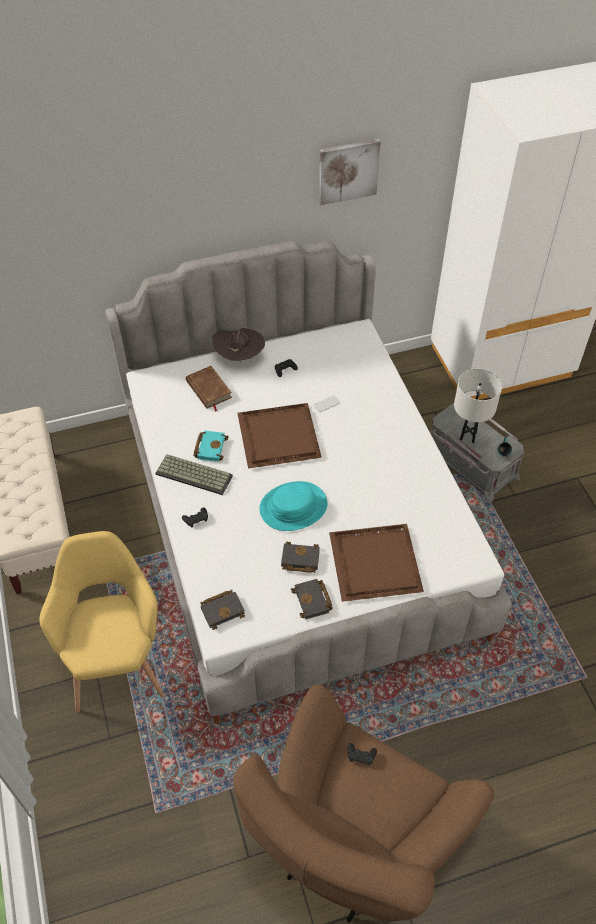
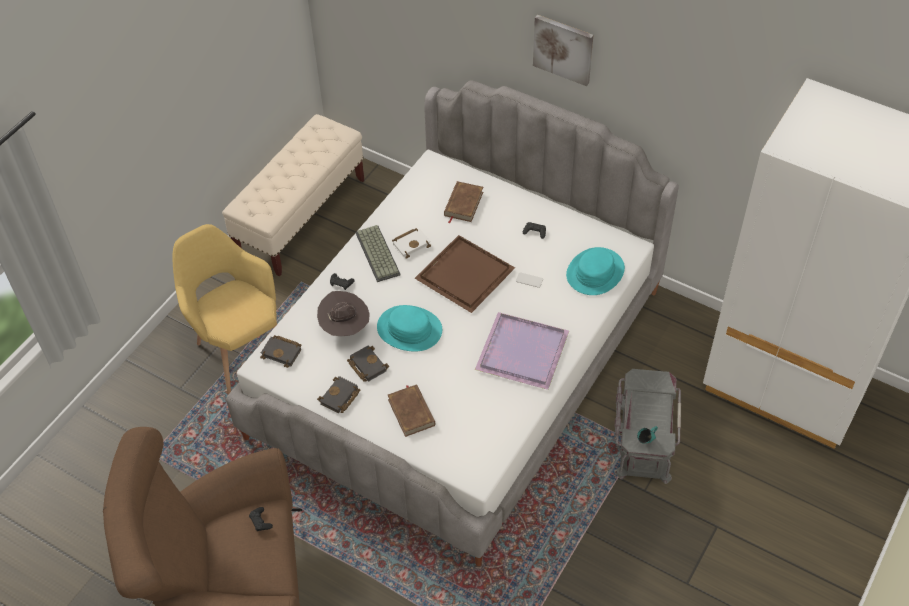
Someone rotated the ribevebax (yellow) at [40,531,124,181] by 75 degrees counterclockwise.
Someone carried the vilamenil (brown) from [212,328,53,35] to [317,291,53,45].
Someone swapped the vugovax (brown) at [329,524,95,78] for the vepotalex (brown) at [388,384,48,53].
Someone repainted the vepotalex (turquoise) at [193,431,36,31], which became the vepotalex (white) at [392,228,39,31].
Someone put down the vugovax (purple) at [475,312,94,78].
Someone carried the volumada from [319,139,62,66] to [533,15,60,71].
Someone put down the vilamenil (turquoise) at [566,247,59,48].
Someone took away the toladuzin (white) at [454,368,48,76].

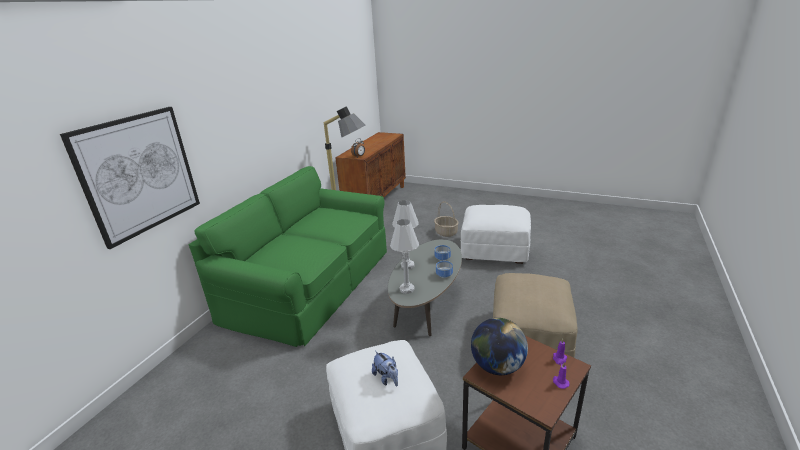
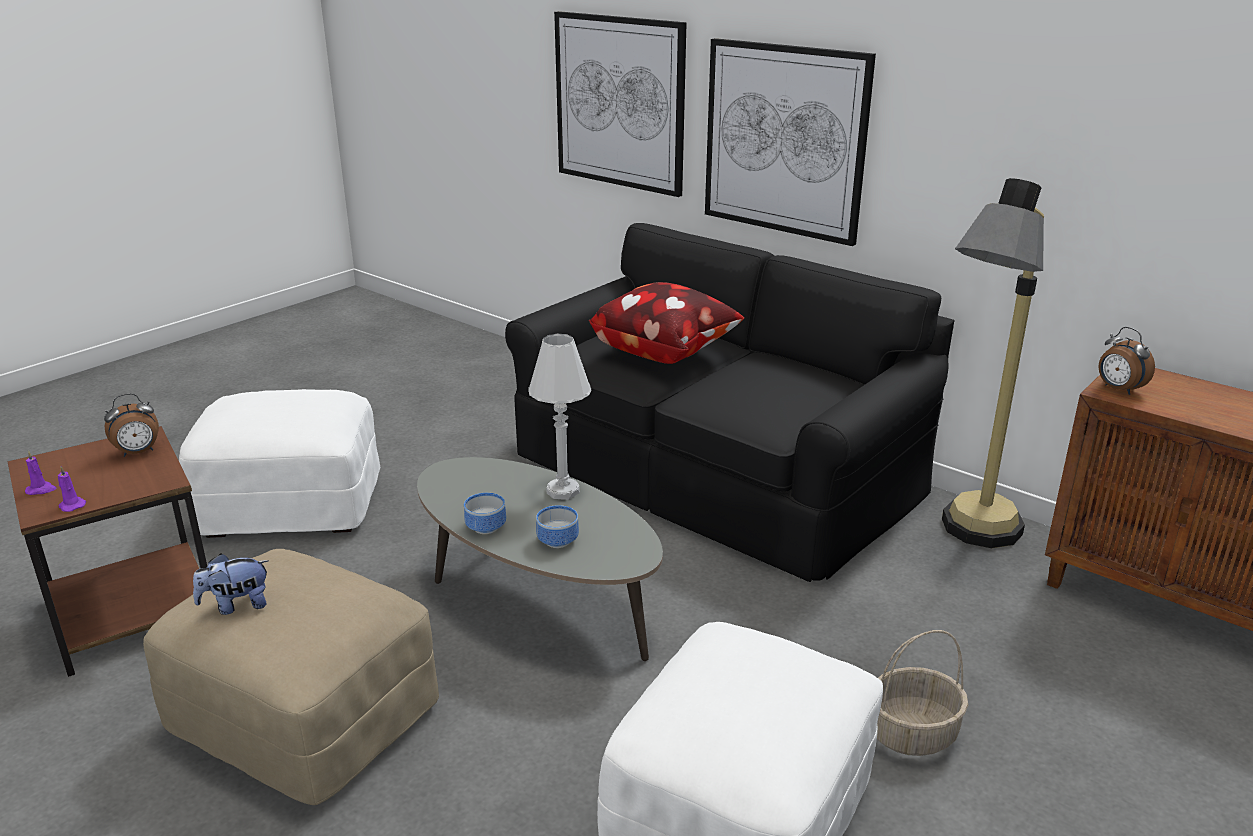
Someone swapped the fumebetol at [471,318,57,57] for the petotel at [104,393,55,64].
Someone carried the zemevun from [372,351,26,35] to [193,553,75,62].
Someone repainted the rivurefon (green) at [189,166,198,181], which became the rivurefon (black) at [505,223,449,359].
Someone put down the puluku at [589,282,155,82].
Someone put up the volumada at [705,38,171,208].
Someone took away the toladuzin (white) at [390,219,29,75].

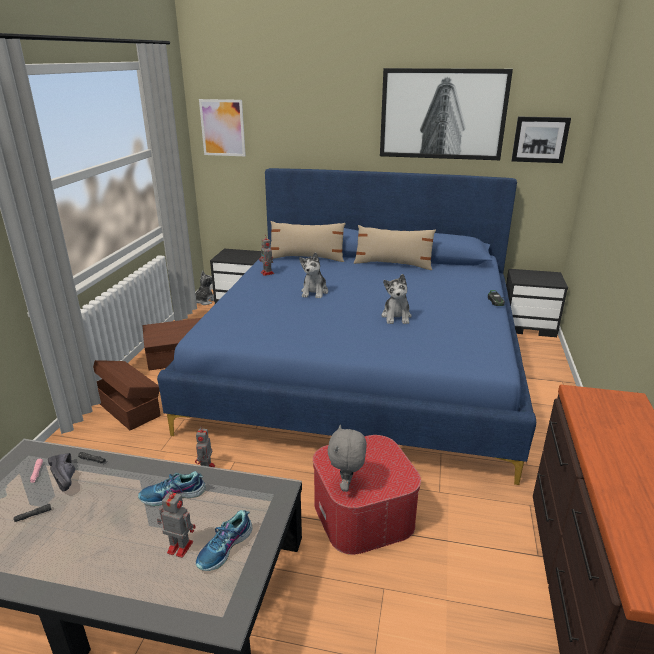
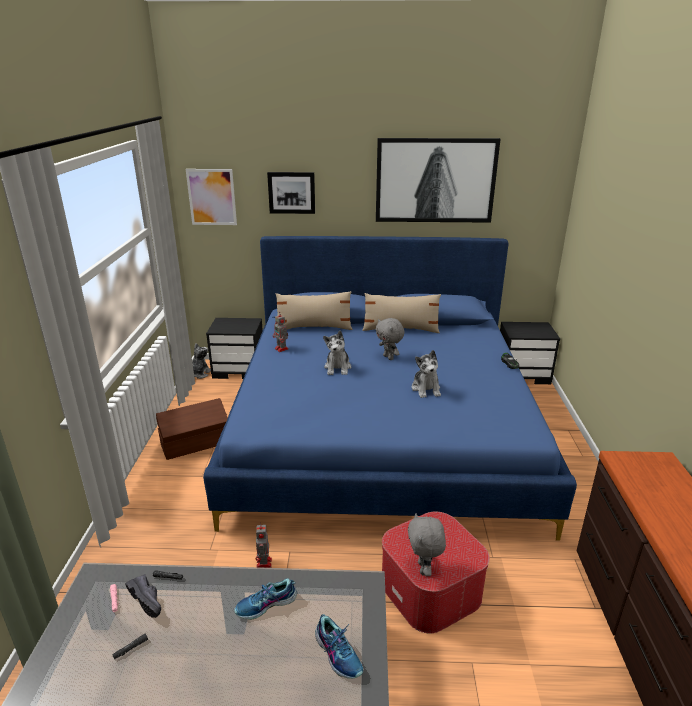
Someone carried the volumada from [511,116,60,47] to [267,172,48,42].
Someone rotated the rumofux at [196,510,56,61] by 60 degrees counterclockwise.
Someone put down the zemevun (grey) at [376,318,29,42].
Someone took away the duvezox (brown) at [93,360,68,70].
Someone took away the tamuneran at [157,489,38,69].

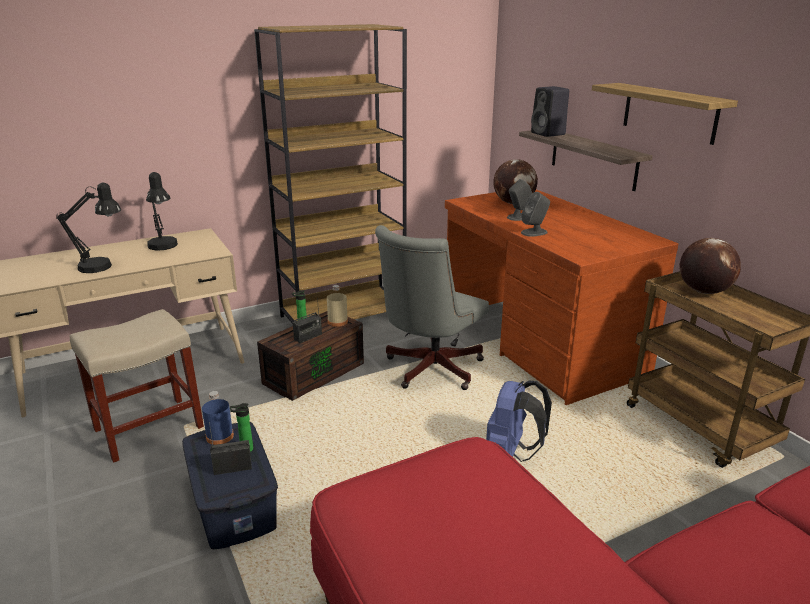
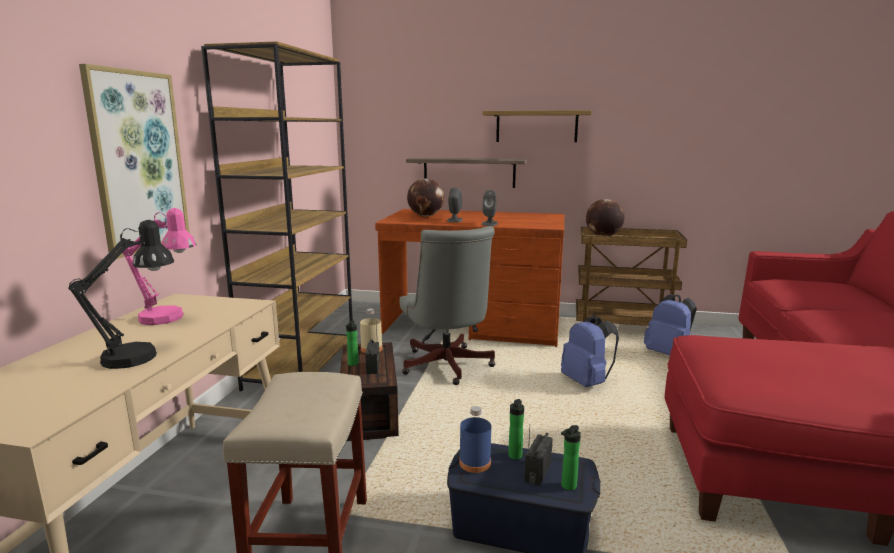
Someone put up the volumada at [79,64,111,195].
Someone repainted the toladuzin (black) at [146,172,32,78], which became the toladuzin (pink) at [122,208,75,117].
Someone put down the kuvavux at [561,425,20,66].
Someone put down the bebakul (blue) at [644,294,53,61].
Someone took away the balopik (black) at [531,86,38,51].

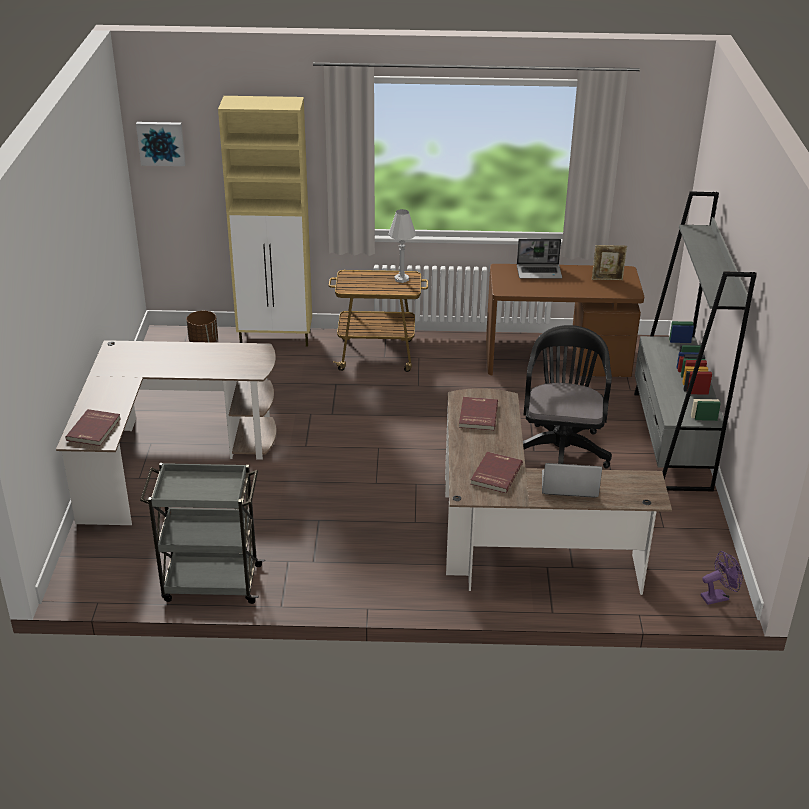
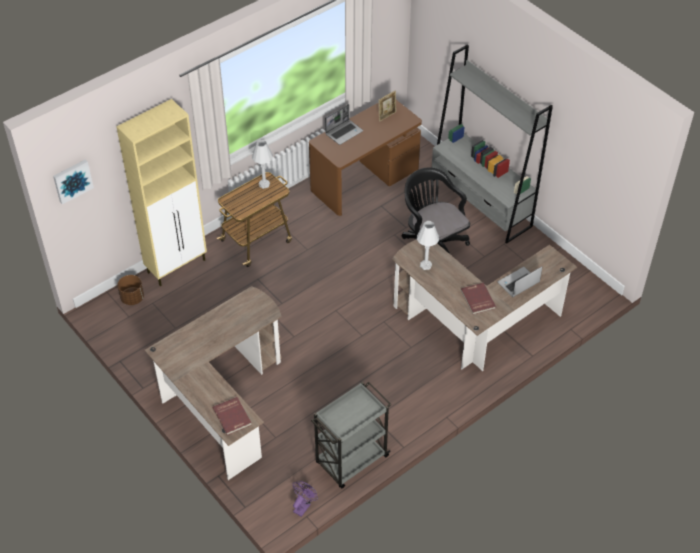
Someone carried the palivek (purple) from [701,551,42,54] to [292,481,26,36].
Someone swapped the vepotalex (red) at [459,397,39,34] for the toladuzin (white) at [417,221,22,49].

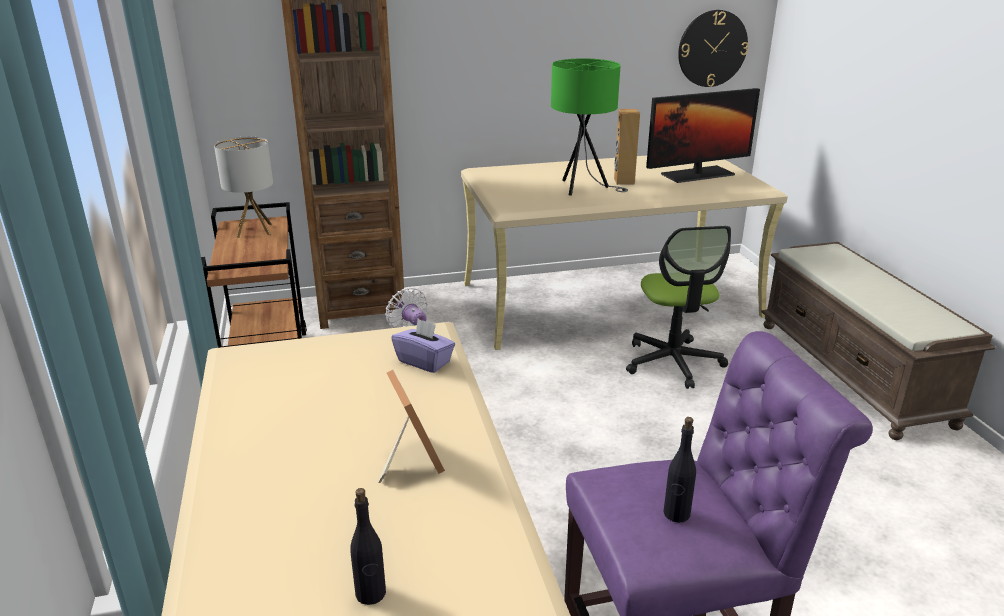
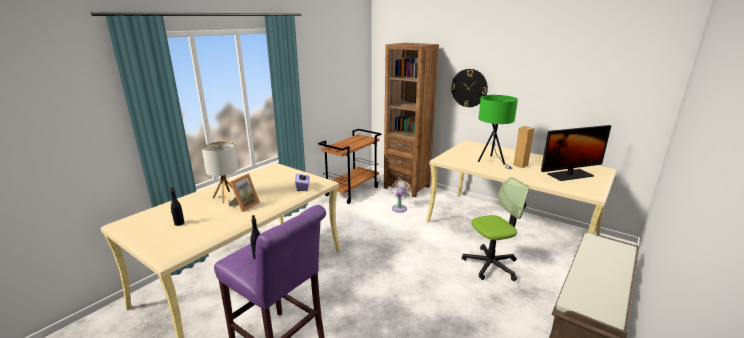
Someone carried the toladuzin from [214,137,59,101] to [202,141,36,62].
Someone carried the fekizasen from [678,10,70,77] to [451,69,37,38].
Someone rotated the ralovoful at [626,226,105,163] by 150 degrees counterclockwise.
Someone rotated the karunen at [646,88,114,95] by 45 degrees counterclockwise.

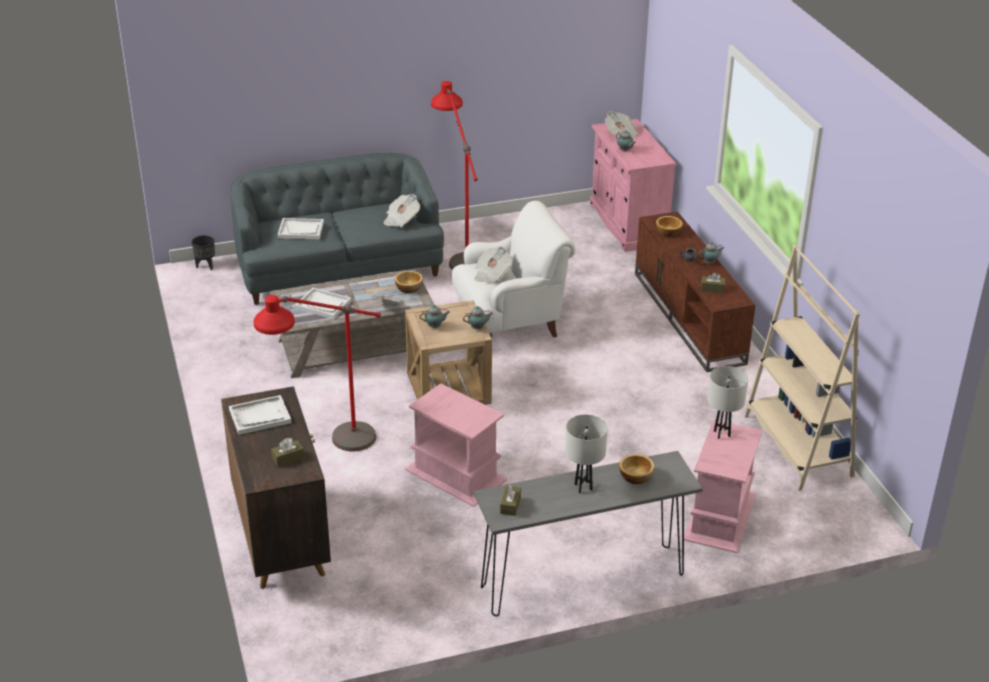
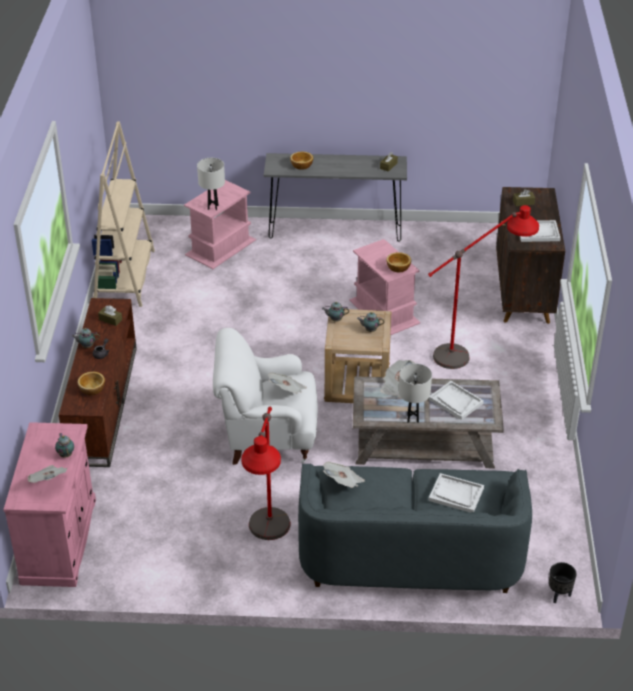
Someone carried the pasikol from [395,271,28,22] to [386,252,25,21].
Someone carried the toladuzin (white) from [565,414,43,79] to [399,363,33,60].

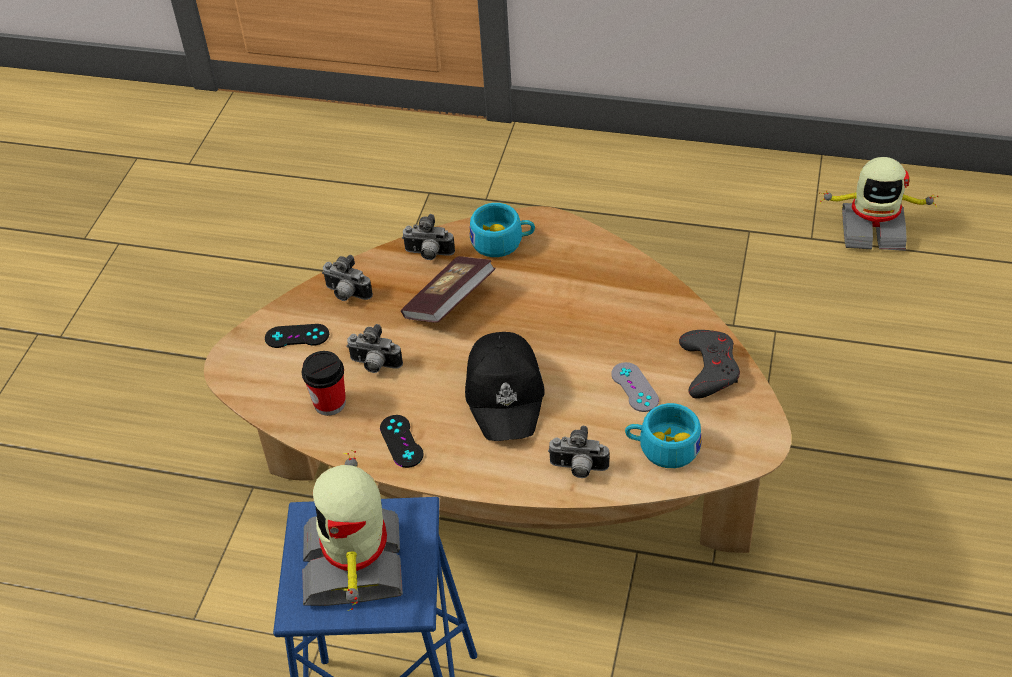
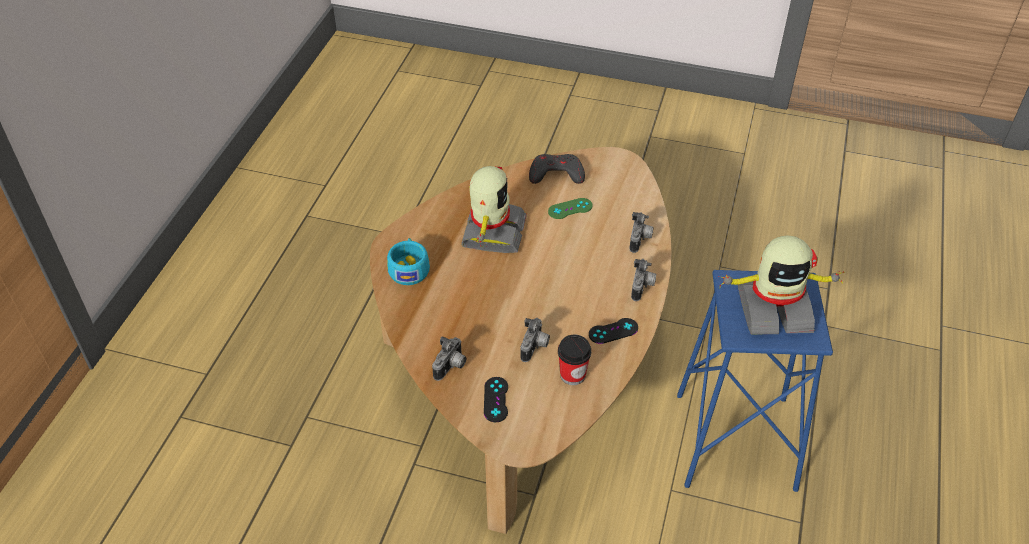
Someone carried the tamuneran from [819,157,119,94] to [461,166,66,87].
Someone repainted the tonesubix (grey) at [611,362,48,50], which became the tonesubix (green) at [548,198,45,21].
Someone carried the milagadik from [402,214,53,46] to [631,259,25,42].
Someone took away the vepotalex at [401,256,95,67].
Someone took away the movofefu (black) at [465,332,80,109].
Someone took away the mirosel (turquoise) at [625,403,77,65].

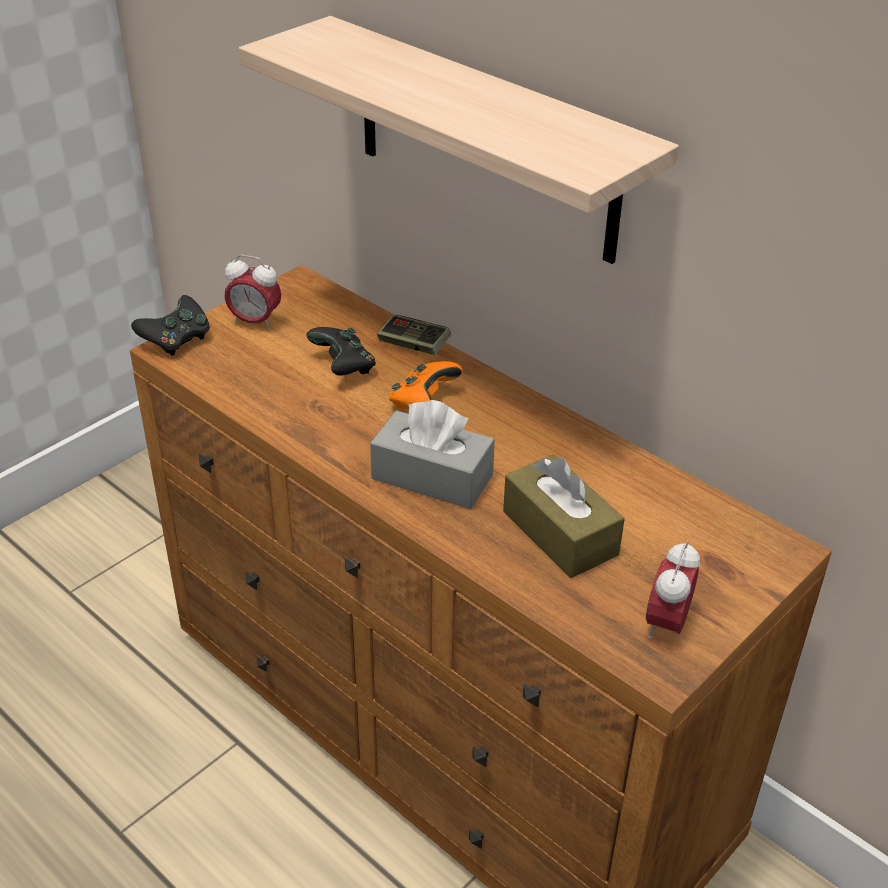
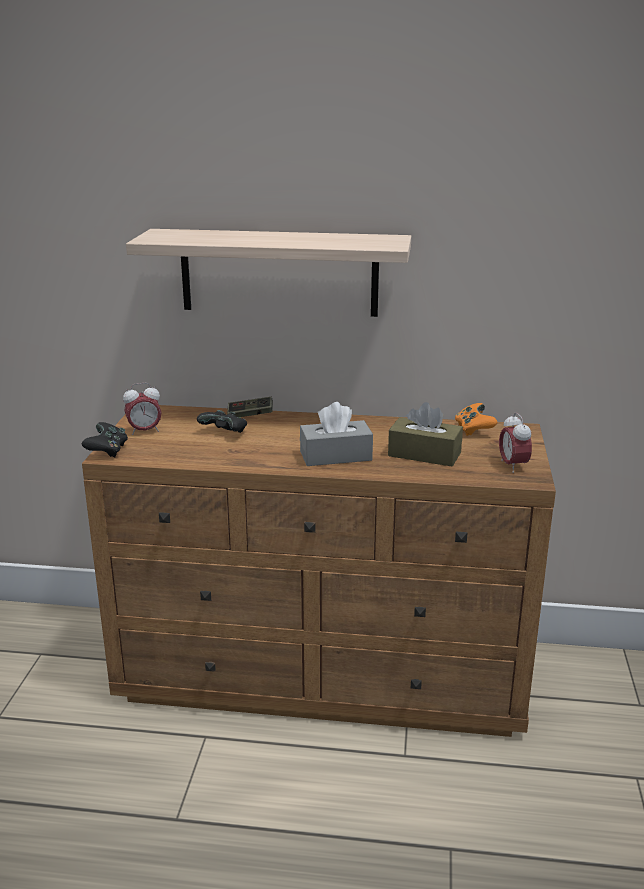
Someone carried the tonesubix (orange) from [389,361,74,49] to [455,403,43,33].

